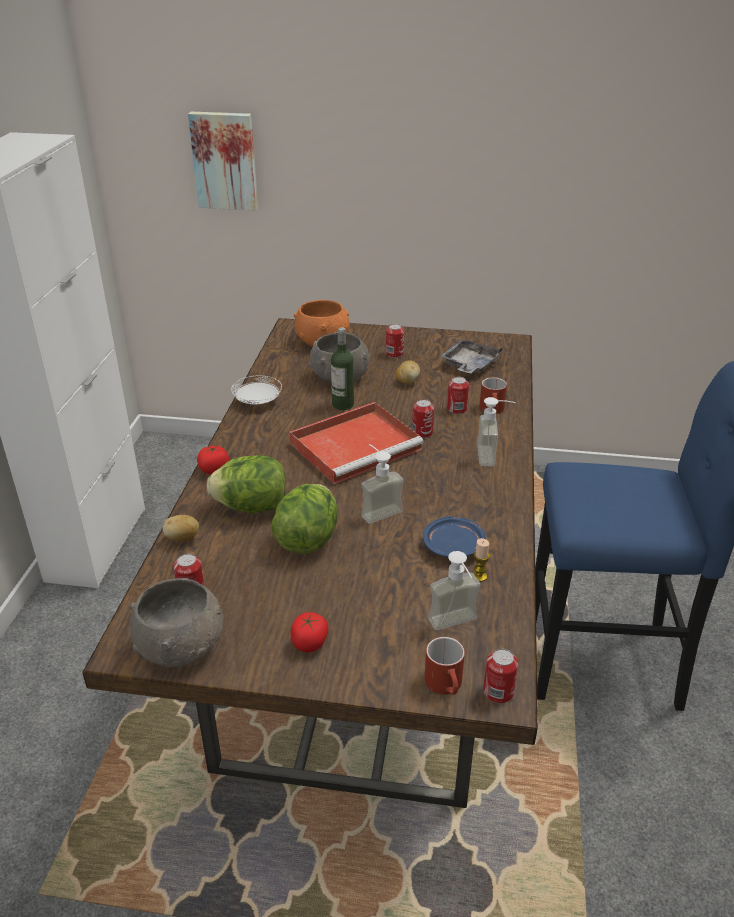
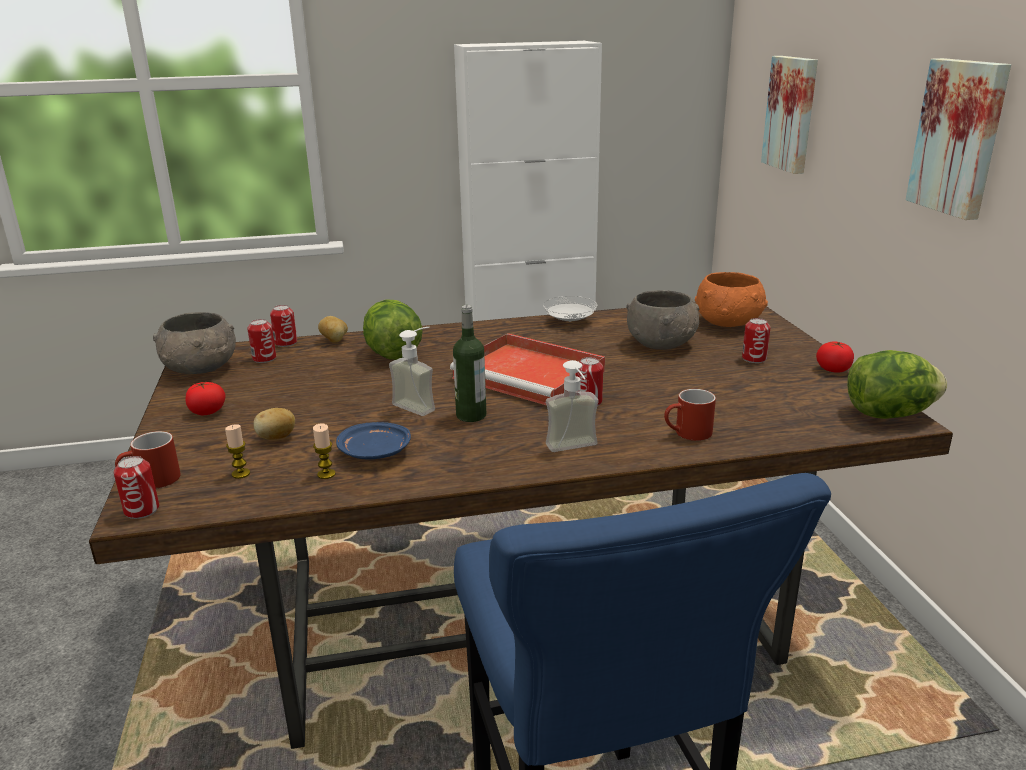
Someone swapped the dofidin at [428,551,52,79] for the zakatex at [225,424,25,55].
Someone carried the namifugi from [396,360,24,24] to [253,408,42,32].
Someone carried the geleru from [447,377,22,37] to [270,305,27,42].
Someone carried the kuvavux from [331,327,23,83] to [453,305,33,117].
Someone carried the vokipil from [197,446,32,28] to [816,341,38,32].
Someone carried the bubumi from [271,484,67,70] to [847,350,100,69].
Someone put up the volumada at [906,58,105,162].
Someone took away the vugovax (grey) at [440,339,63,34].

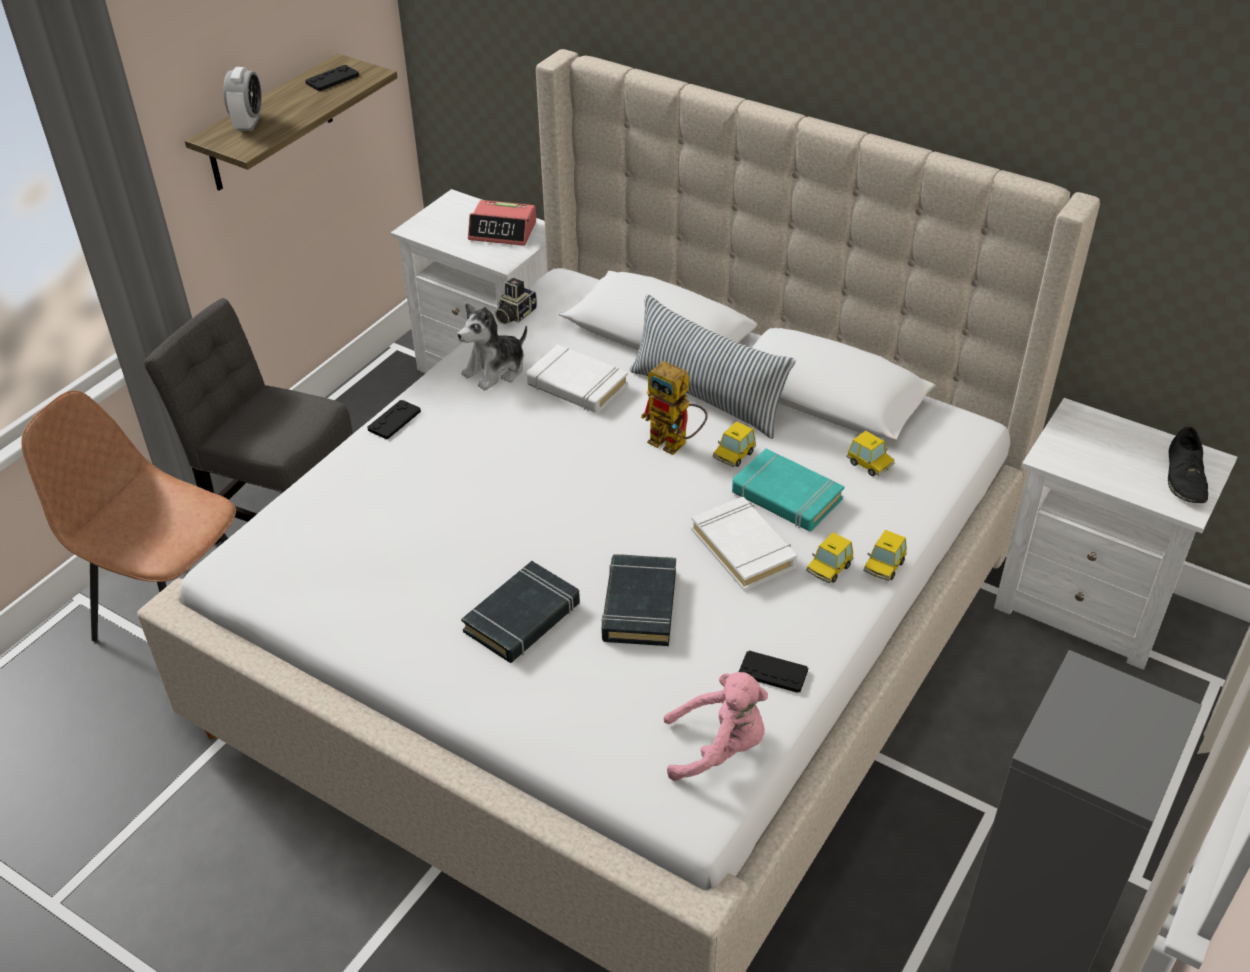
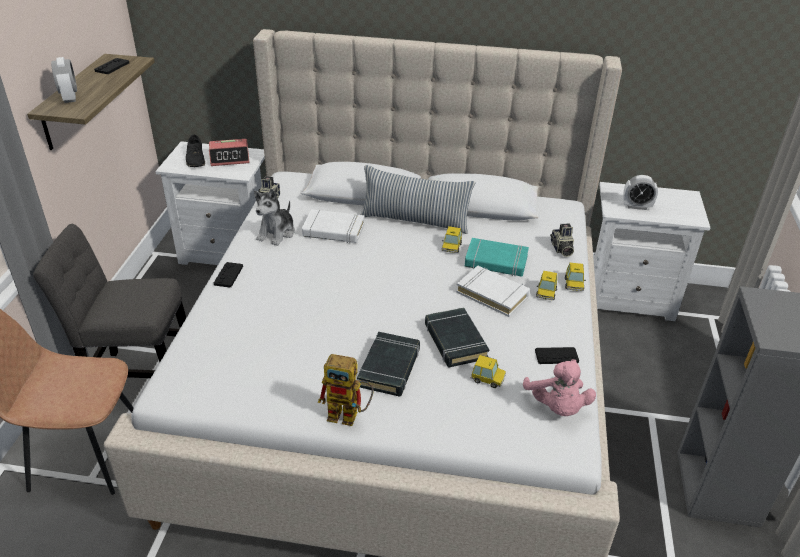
Someone carried the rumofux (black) from [1168,427,40,76] to [186,135,19,32].
Someone carried the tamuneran from [641,361,66,94] to [318,354,55,72].
Someone carried the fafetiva from [847,431,48,45] to [471,355,35,33].
Someone rotated the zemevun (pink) at [664,672,104,109] by 105 degrees clockwise.
Someone put down the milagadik at [550,224,24,33].
Someone put down the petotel at [623,175,35,35].

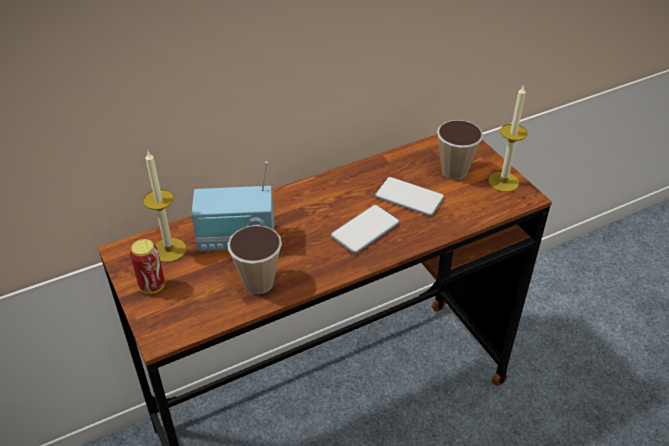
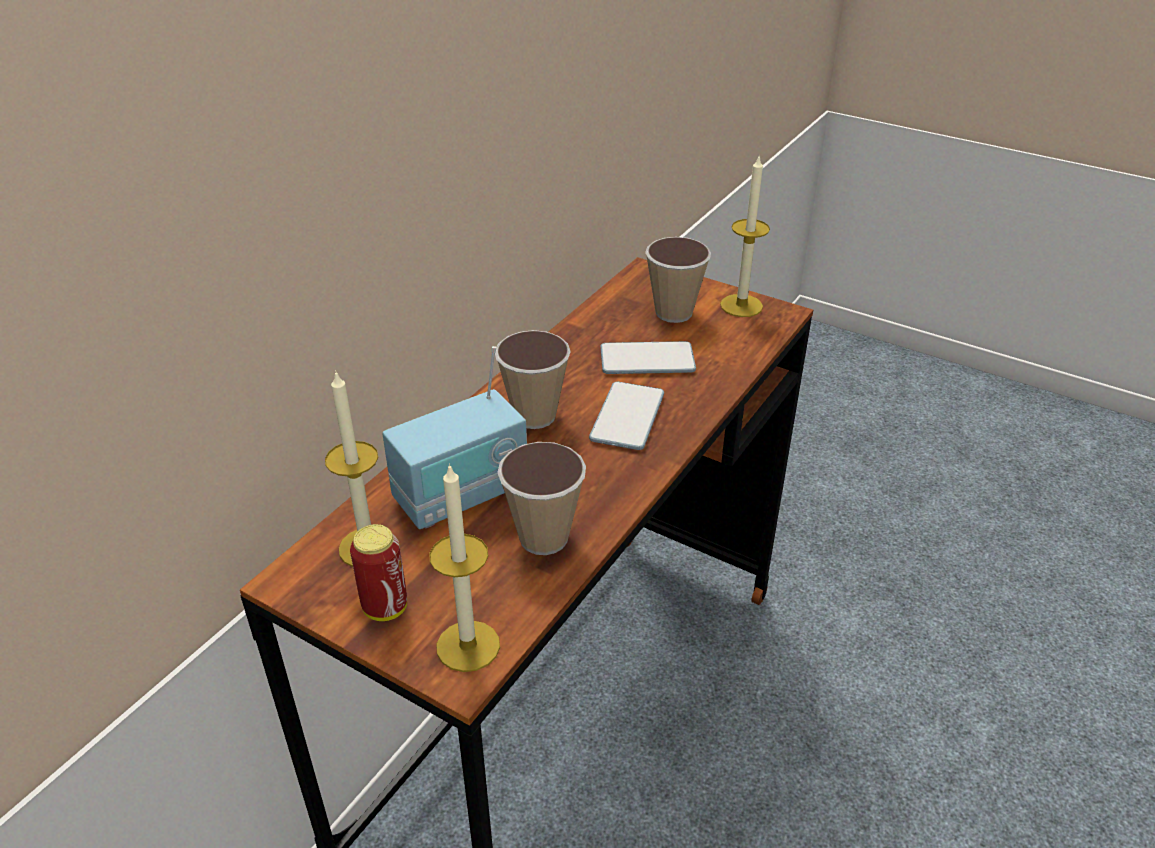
Someone put down the zakatex at [429,463,71,209].
Someone put down the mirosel at [495,330,76,99].

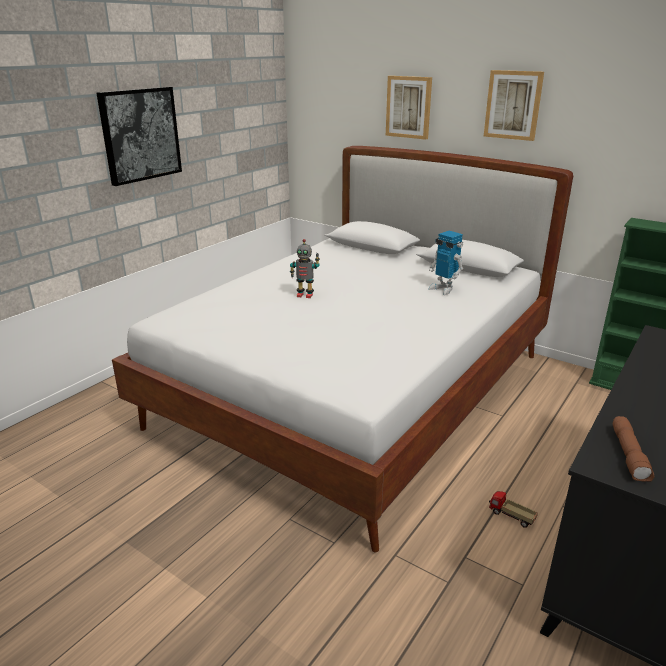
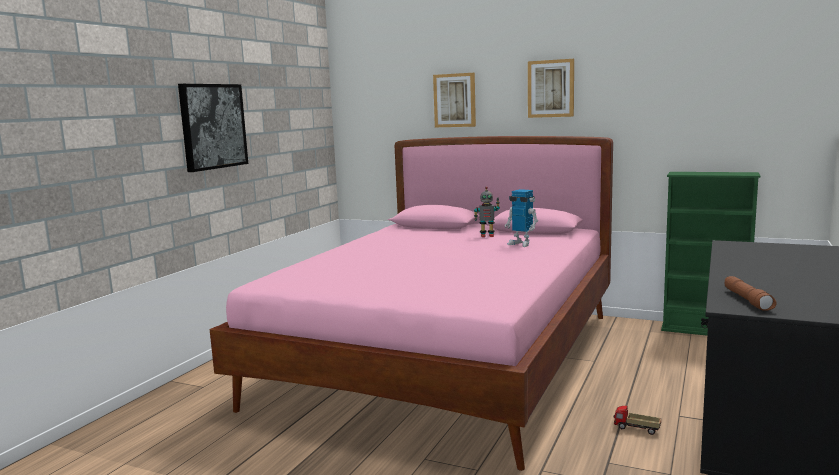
Someone repainted the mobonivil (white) at [112,146,461,406], which became the mobonivil (pink) at [210,136,403,335].
Someone carried the tamuneran from [290,239,30,59] to [474,186,26,51].

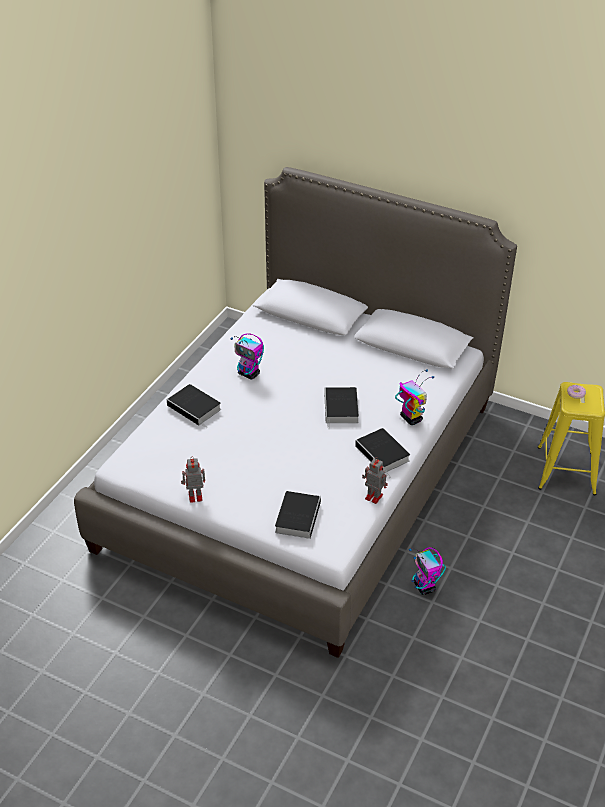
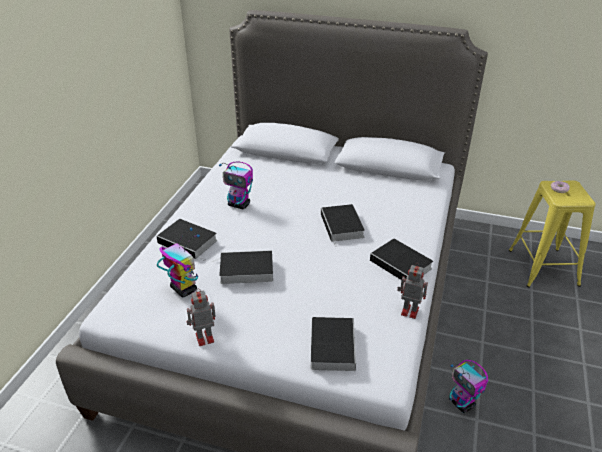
Someone carried the tamuneran from [395,369,39,56] to [157,228,43,69].
Someone put down the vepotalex at [213,250,60,34].

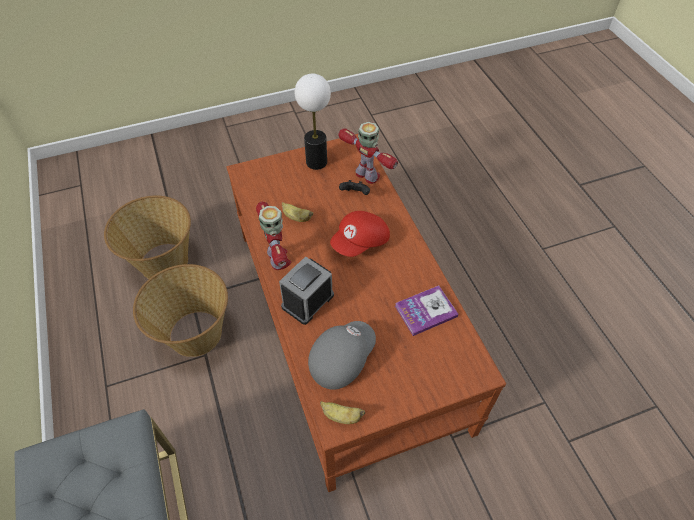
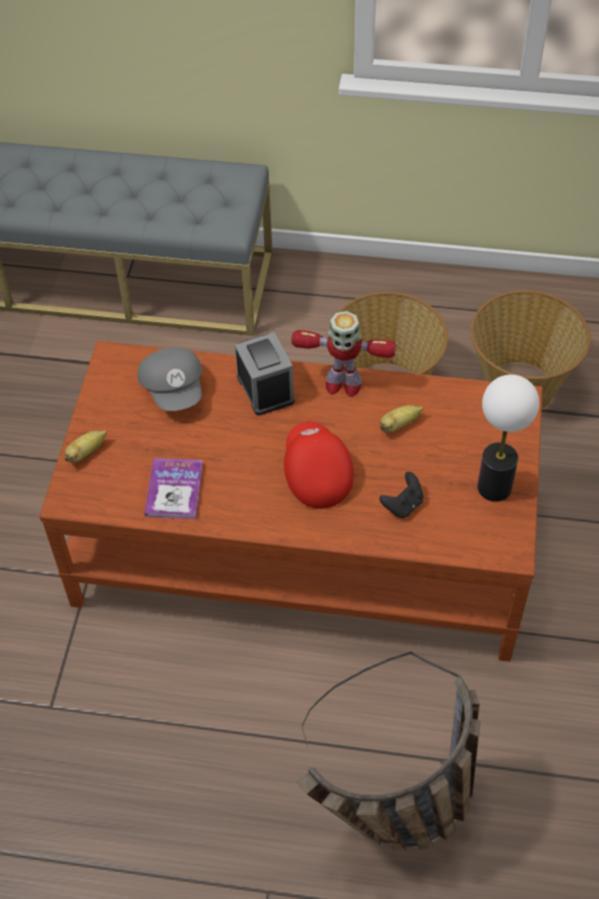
Someone carried the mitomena from [320,401,45,23] to [65,430,42,33].
Someone put down the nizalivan at [296,651,185,200].
Someone took away the tamuneran at [338,122,60,62].

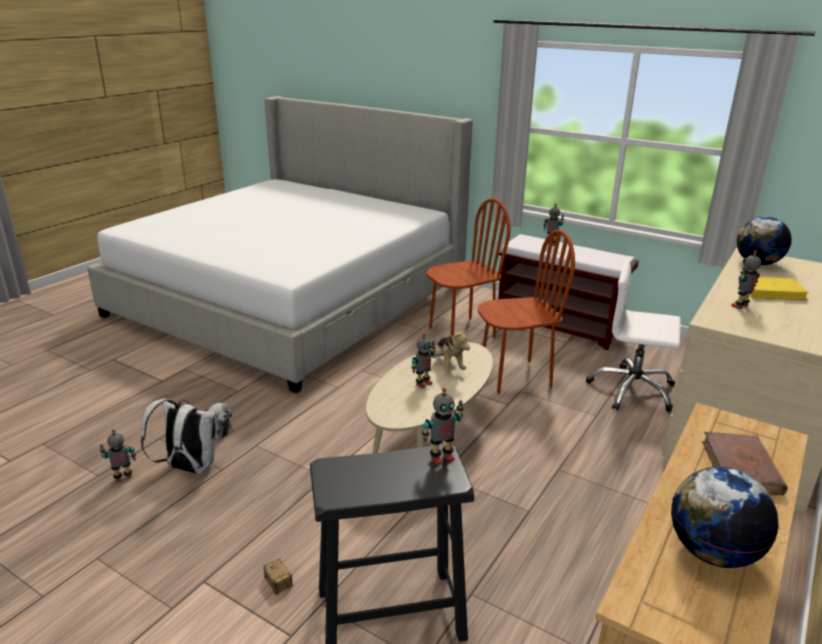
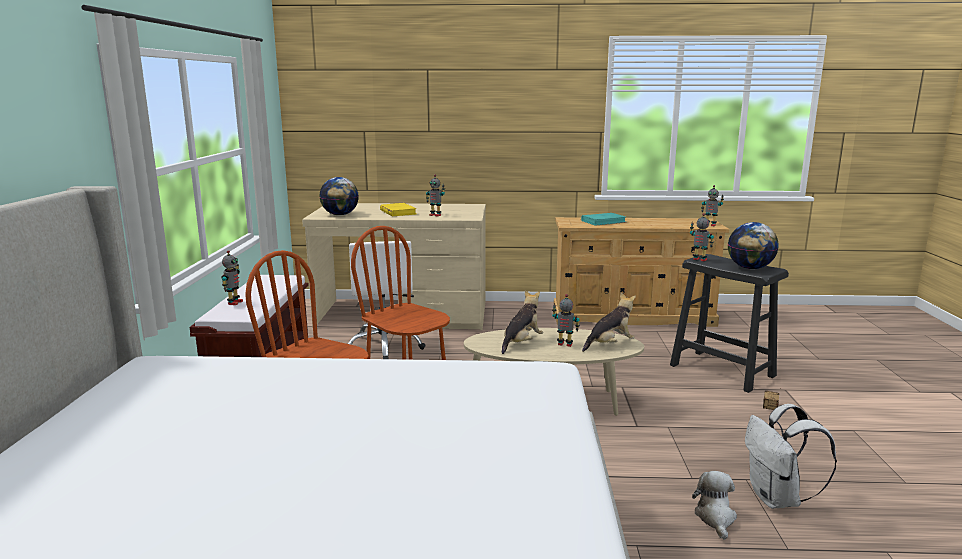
Someone repainted the vepotalex (brown) at [702,432,86,63], which became the vepotalex (turquoise) at [581,213,45,13].
Someone put down the zemevun at [582,293,54,59].
Someone carried the tamuneran from [100,430,36,52] to [701,185,23,41].
Someone carried the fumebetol from [671,467,108,101] to [728,222,51,47].

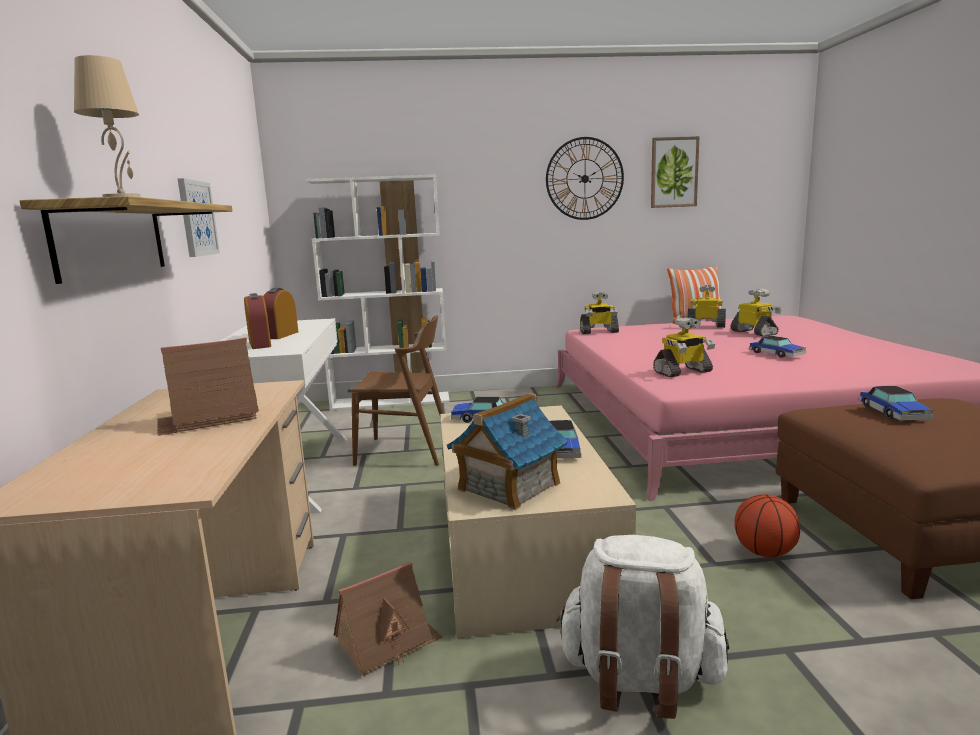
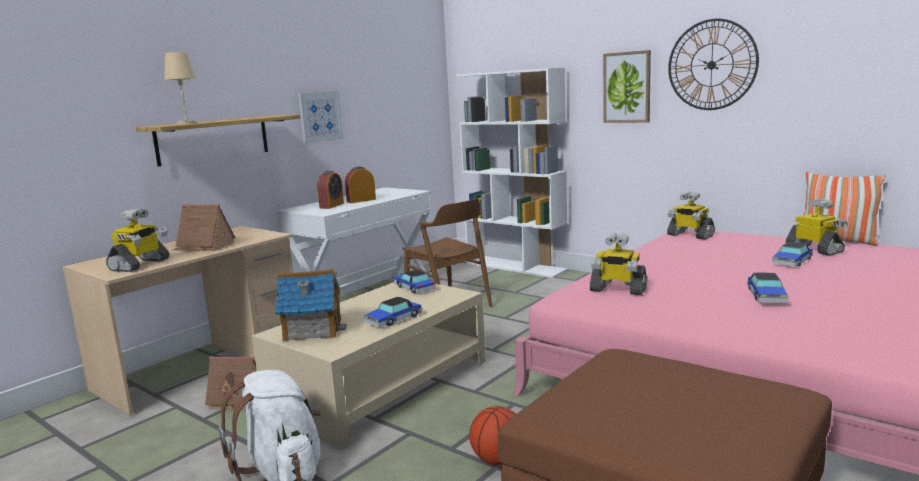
Someone carried the tamuneran from [731,289,50,48] to [106,209,64,63].
Someone carried the volumada from [651,136,48,72] to [603,50,48,73].
Someone carried the fafetiva from [859,386,74,35] to [772,242,41,25].

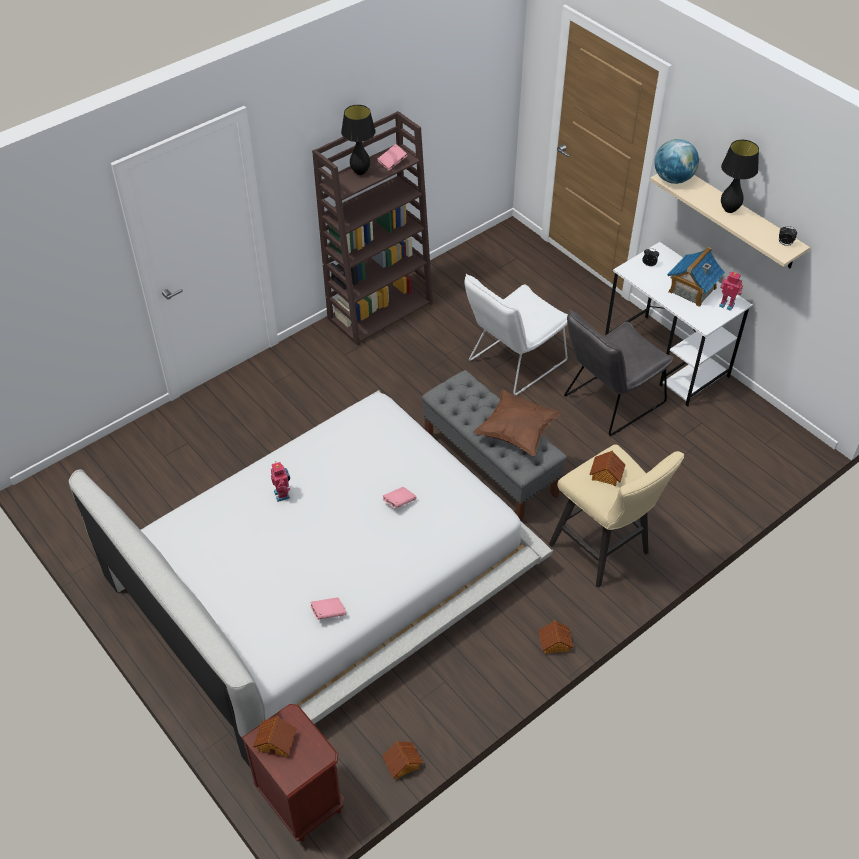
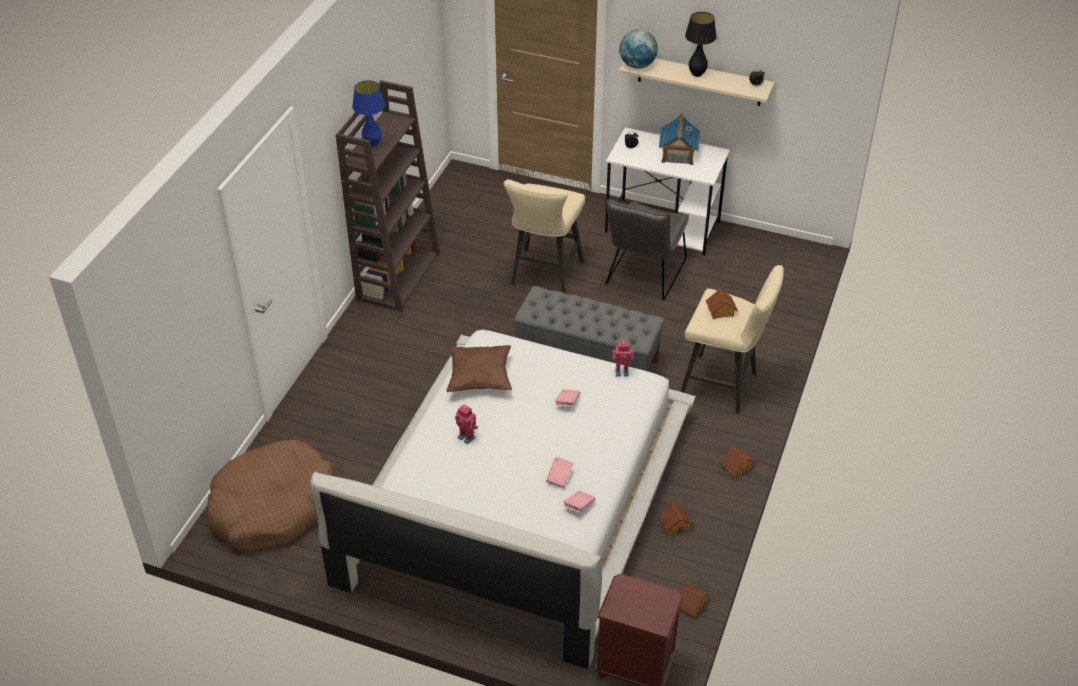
Someone put down the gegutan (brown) at [208,440,128,112].
Someone repainted the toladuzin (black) at [341,105,35,70], which became the toladuzin (blue) at [352,80,33,67].
Someone carried the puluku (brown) from [473,390,89,66] to [446,345,66,47].
Someone swapped the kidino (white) at [465,274,103,121] for the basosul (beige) at [503,179,82,115].
Someone carried the vepotalex (pink) from [377,144,30,26] to [546,457,28,31].
Someone carried the tamuneran from [719,271,24,40] to [612,341,22,36].
Someone carried the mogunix from [253,716,44,42] to [659,503,35,32].

